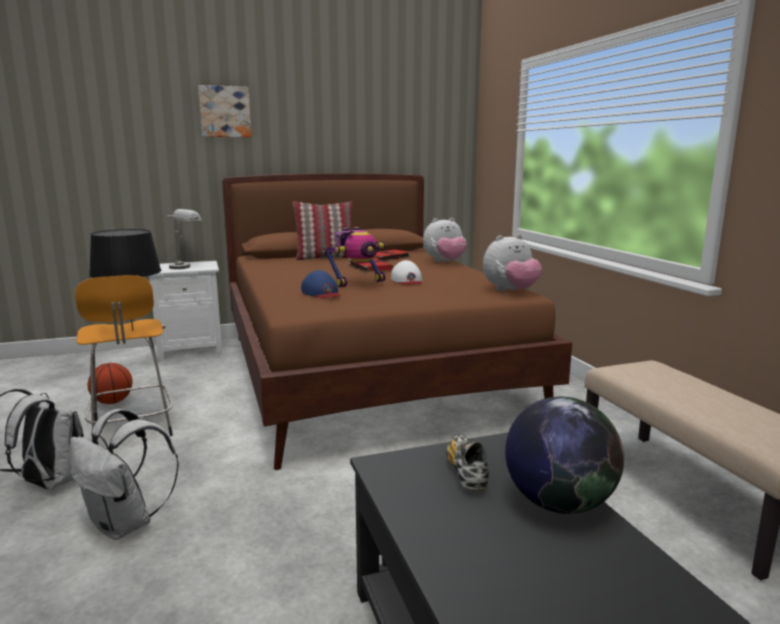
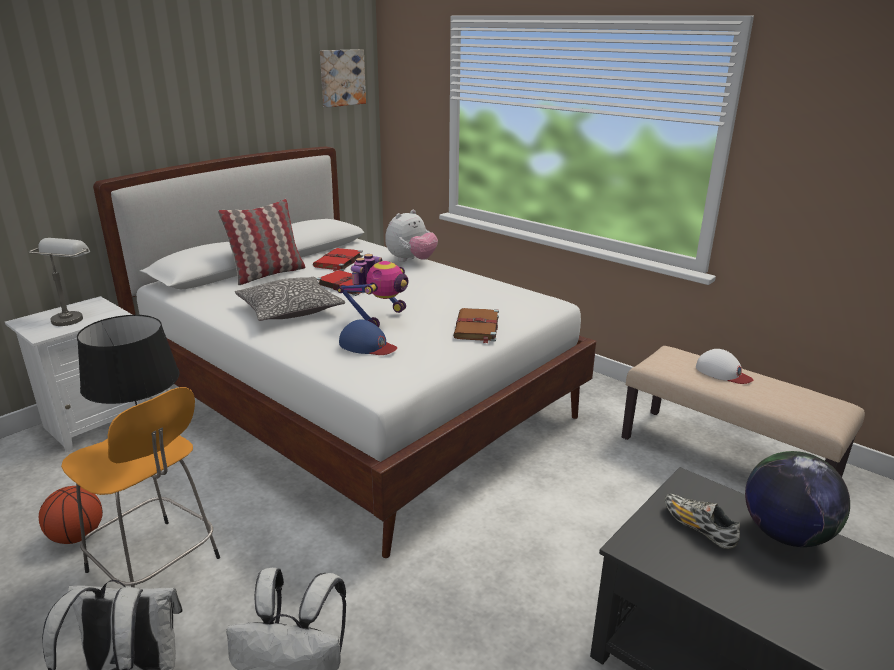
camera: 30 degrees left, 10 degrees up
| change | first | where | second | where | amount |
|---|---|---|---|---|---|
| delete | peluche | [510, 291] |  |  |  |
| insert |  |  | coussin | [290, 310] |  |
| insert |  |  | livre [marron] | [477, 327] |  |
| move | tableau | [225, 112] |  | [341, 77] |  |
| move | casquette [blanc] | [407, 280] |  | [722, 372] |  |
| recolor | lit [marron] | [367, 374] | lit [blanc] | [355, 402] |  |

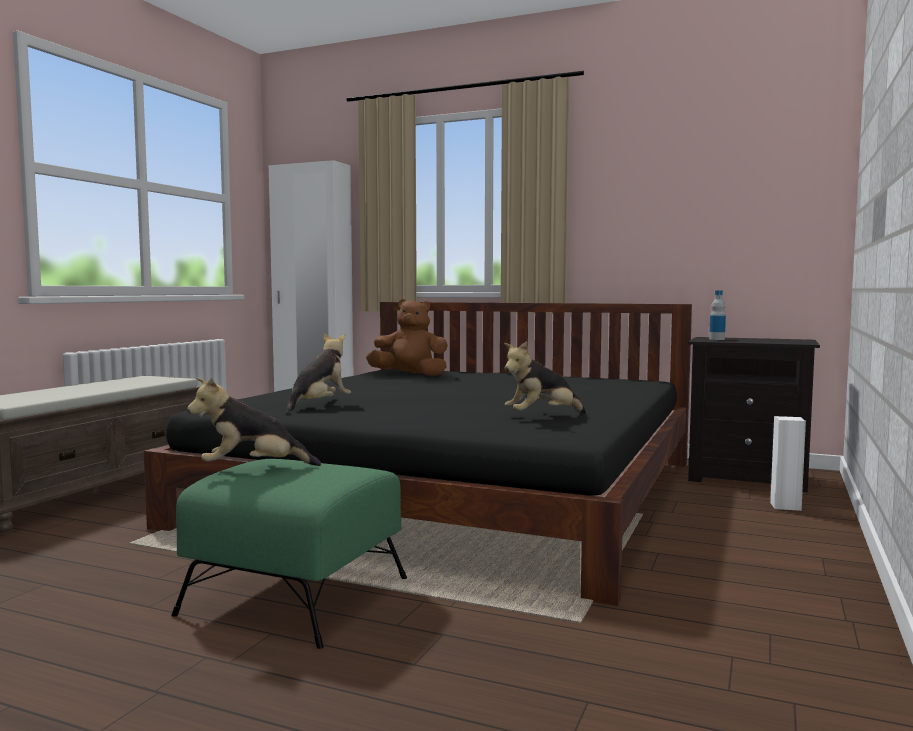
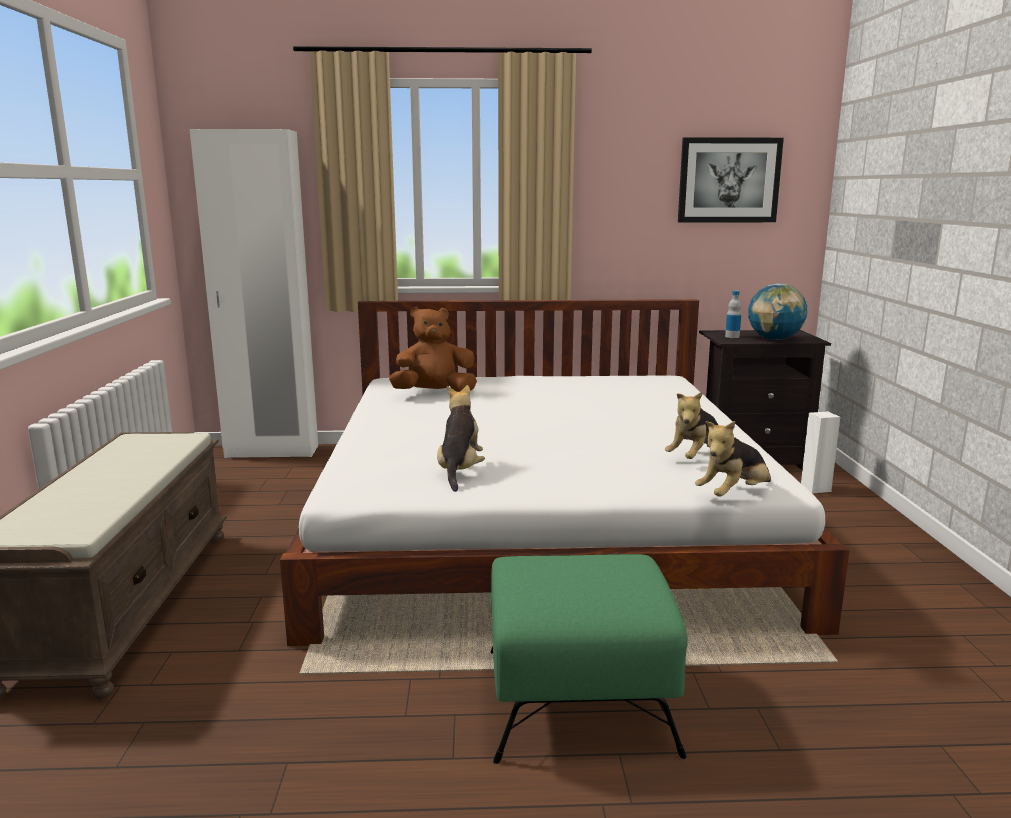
camera: 25 degrees left, 10 degrees up
| change | first | where | second | where | amount |
|---|---|---|---|---|---|
| insert |  |  | tableau | [729, 180] |  |
| insert |  |  | globe | [774, 339] |  |
| move | peluche | [253, 469] |  | [734, 494] |  |
| recolor | lit [noir] | [459, 491] | lit [blanc] | [541, 519] |  |

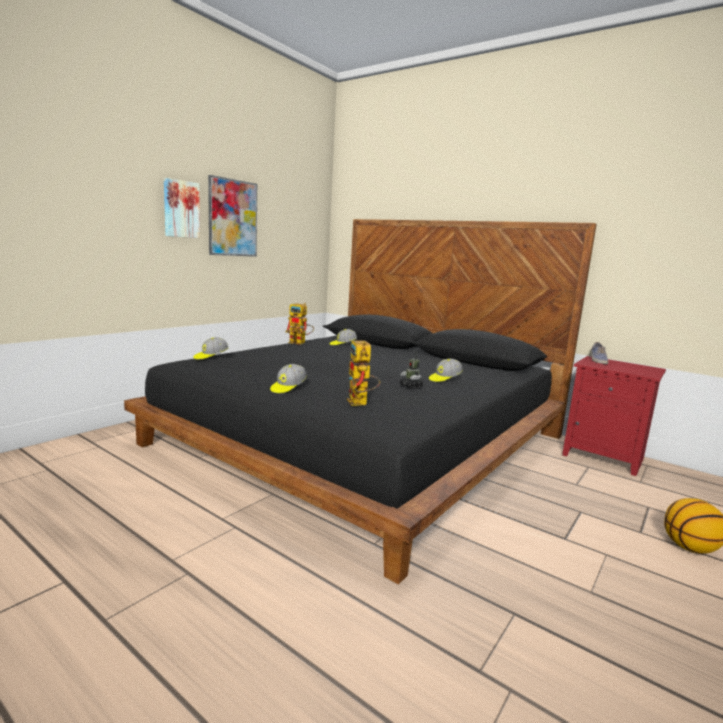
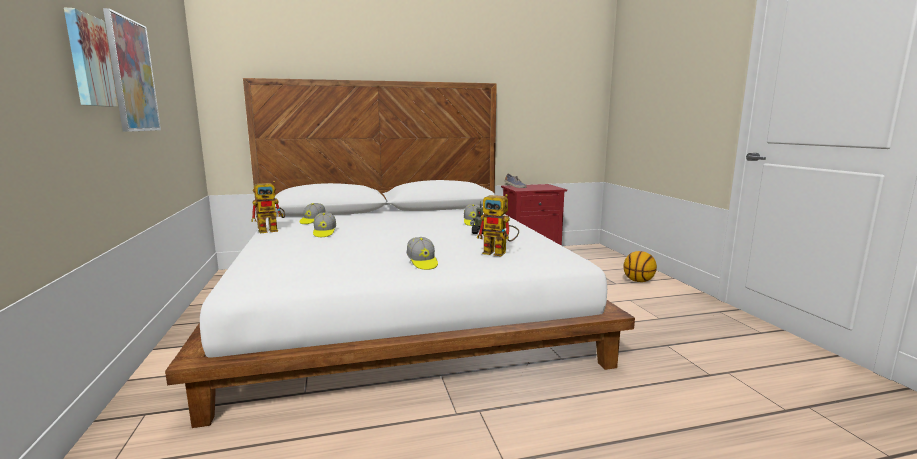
camera: 50 degrees left, 0 degrees up
| change | first | where | second | where | amount |
|---|---|---|---|---|---|
| move | casquette | [210, 356] |  | [324, 233] |  |
| recolor | lit [noir] | [363, 439] | lit [blanc] | [399, 305] |  |

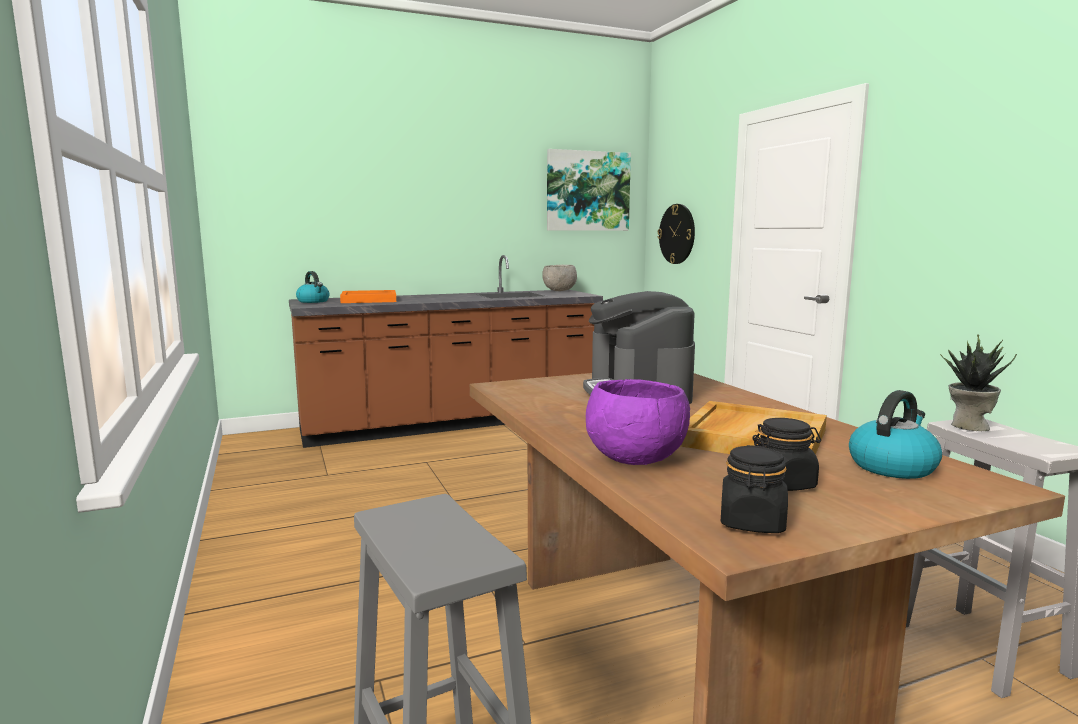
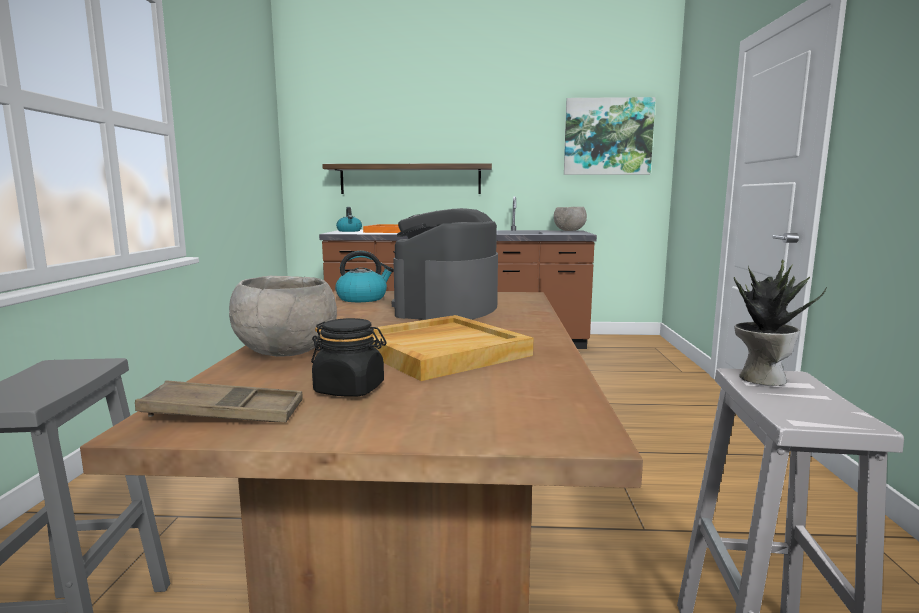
camera: 25 degrees right, 0 degrees up
| change | first | where | second | where | amount |
|---|---|---|---|---|---|
| delete | horloge murale | [677, 234] |  |  |  |
| insert |  |  | étagère | [410, 179] |  |
| move | bouilloire | [892, 466] |  | [363, 298] |  |
| replace | bocal [noir] | [752, 522] | plateau [marron] | [224, 413] |  |
| recolor | bol [violet] | [636, 460] | bol [gris] | [286, 353] |  |

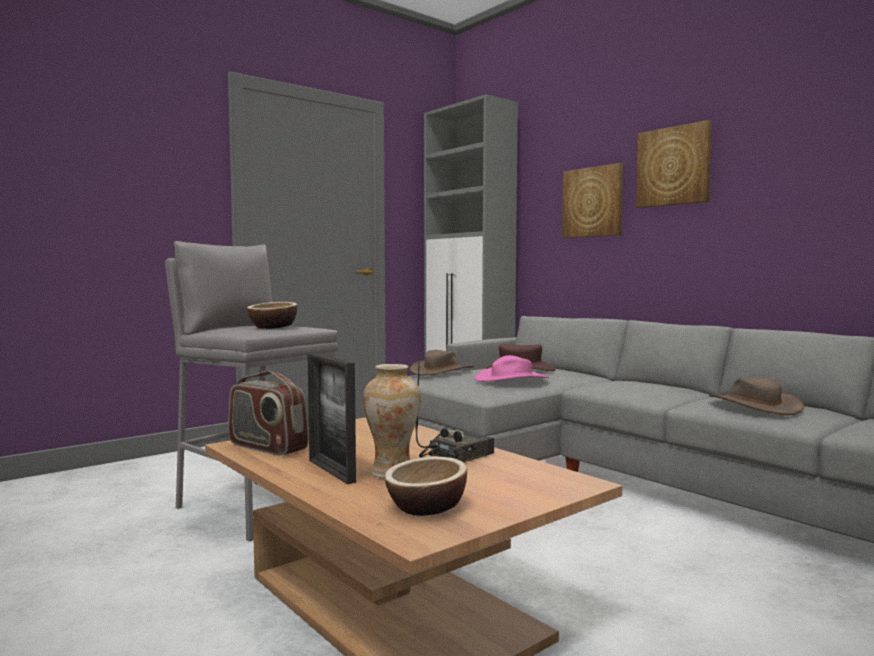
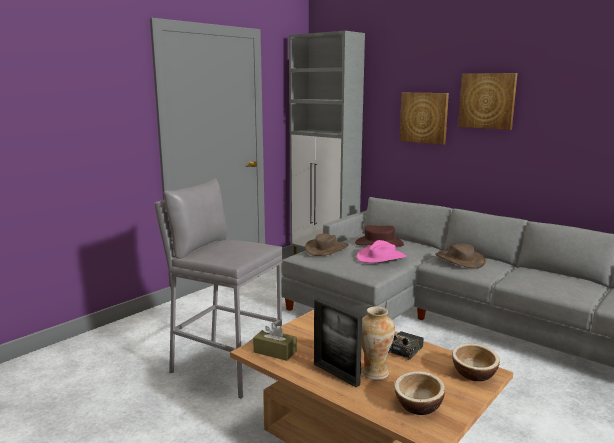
camera: 10 degrees left, 10 degrees up
| change | first | where | second | where | amount |
|---|---|---|---|---|---|
| move | bol | [273, 327] |  | [473, 373] |  |
| move | chapeau [marron] | [754, 405] |  | [459, 260] |  |
| replace | radio | [267, 447] | boîte à mouchoirs [marron] | [275, 352] |  |

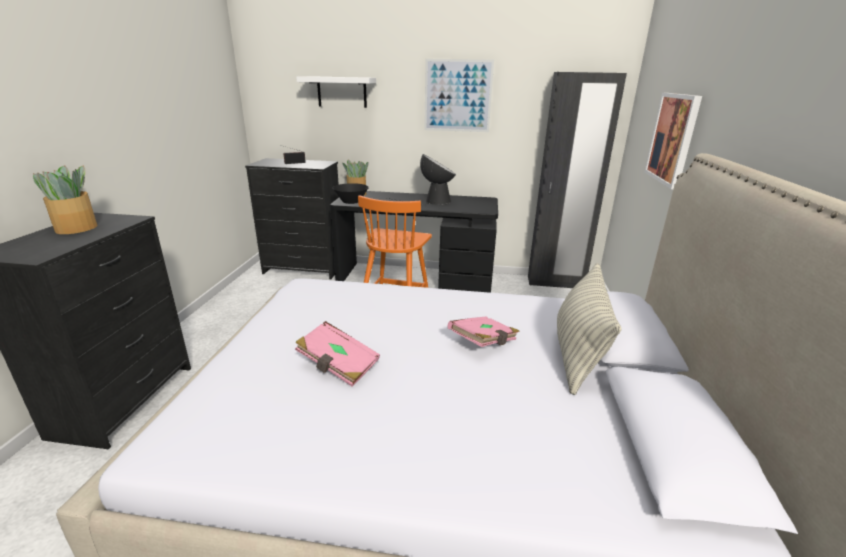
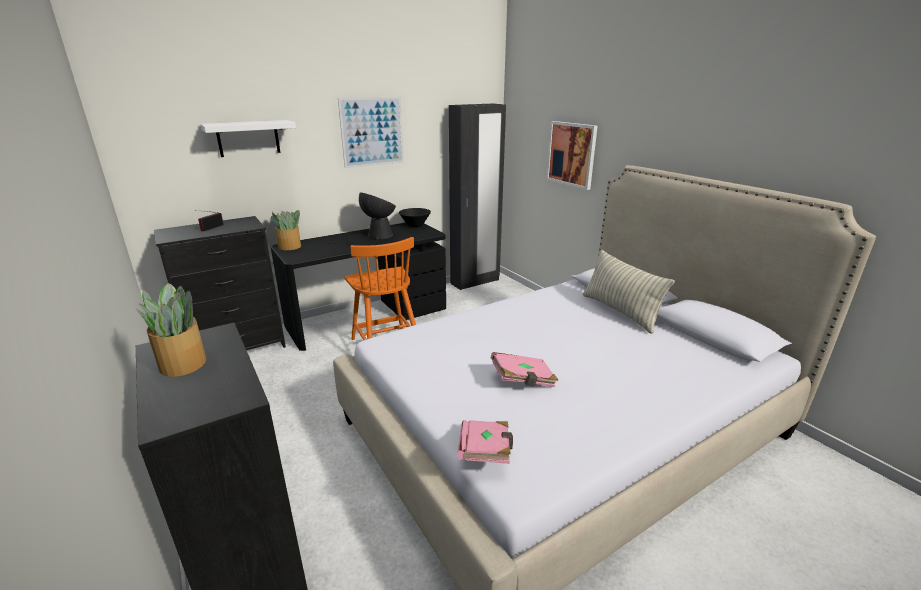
camera: 40 degrees left, 0 degrees up
| change | first | where | second | where | amount |
|---|---|---|---|---|---|
| move | bol [noir] | [351, 202] |  | [415, 225] |  |
| move | livre [rose] | [484, 343] |  | [485, 452] |  |

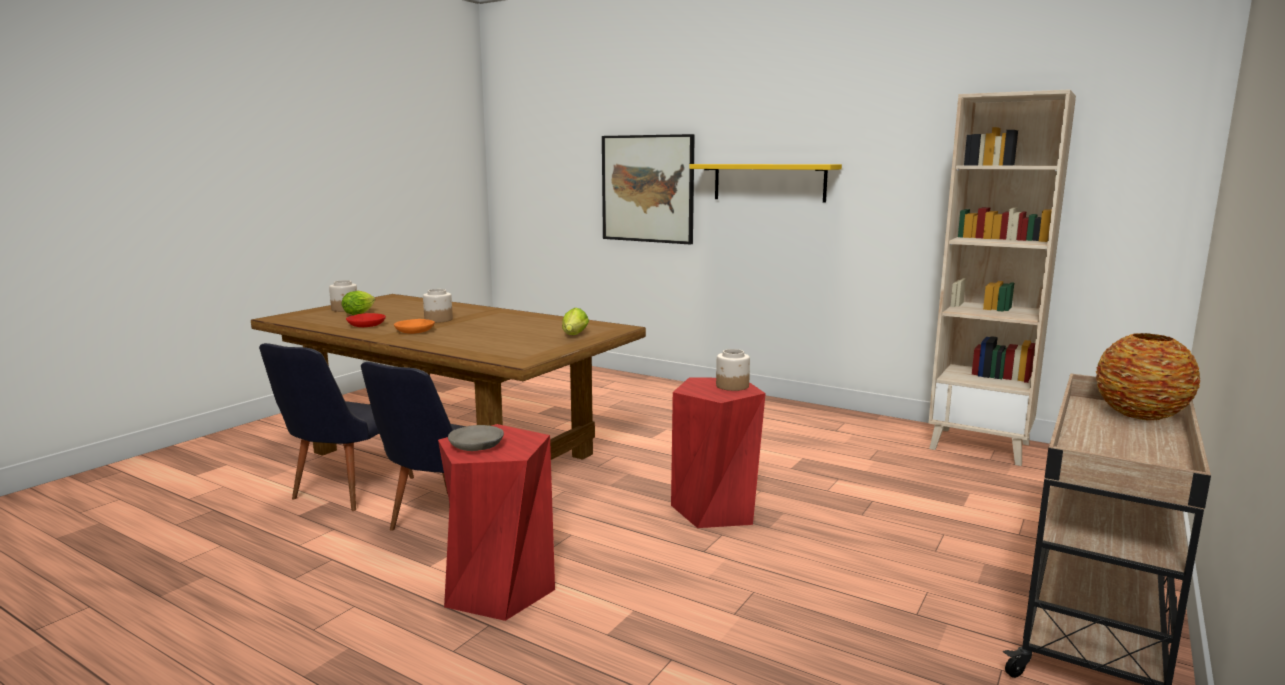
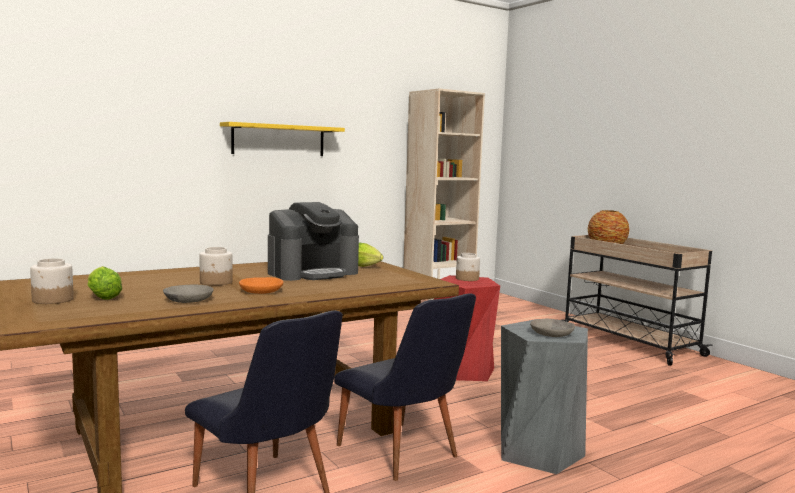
camera: 65 degrees left, 5 degrees down
| change | first | where | second | where | amount |
|---|---|---|---|---|---|
| delete | tableau | [647, 189] |  |  |  |
| insert |  |  | machine à café | [313, 272] |  |
| recolor | bol [rouge] | [366, 325] | bol [gris] | [188, 300] |  |
| recolor | tabouret [rouge] | [499, 589] | tabouret [gris] | [538, 451] |  |

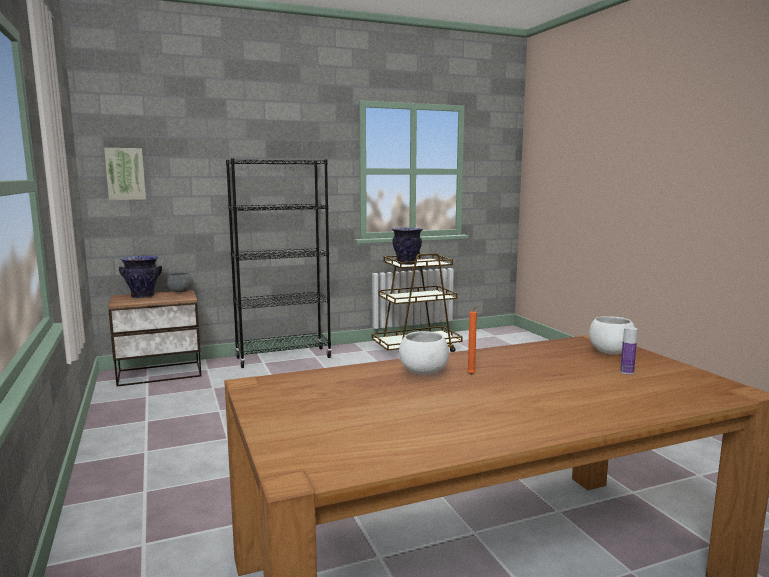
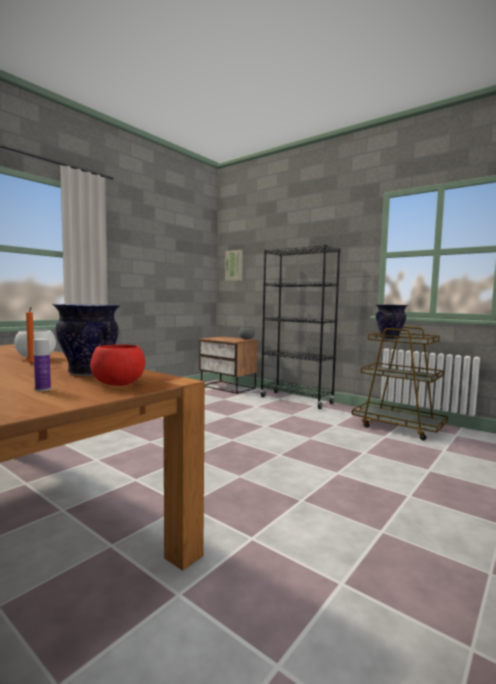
camera: 60 degrees right, 5 degrees down
| change | first | where | second | where | amount |
|---|---|---|---|---|---|
| move | vase | [143, 296] |  | [89, 373] |  |
| recolor | bol [blanc] | [611, 352] | bol [rouge] | [119, 385] |  |

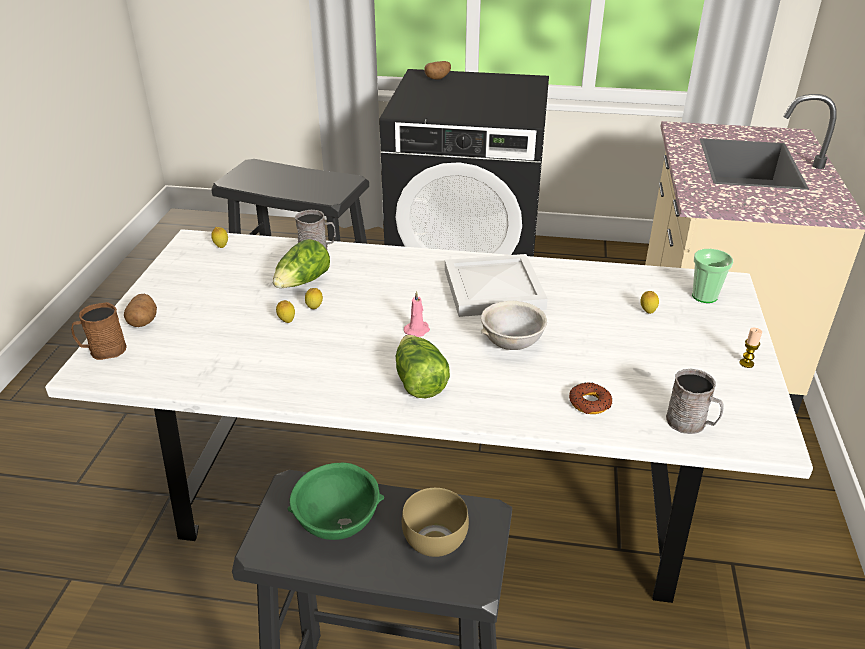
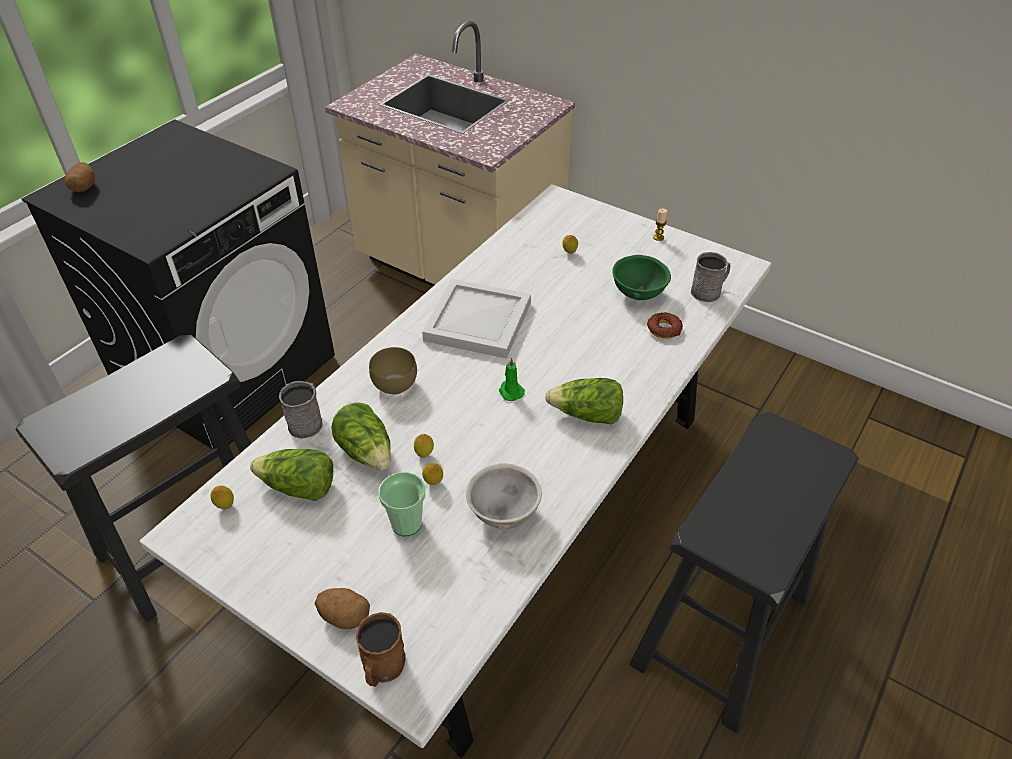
camera: 65 degrees left, 10 degrees up
| change | first | where | second | where | amount |
|---|---|---|---|---|---|
| insert |  |  | laitue | [299, 487] |  |
| move | bol [vert] | [338, 525] |  | [639, 294] |  |
| move | bol [marron] | [436, 540] |  | [394, 384] |  |
| move | bol [gris] | [511, 343] |  | [502, 514] |  |
| move | tasse | [704, 296] |  | [406, 523] |  |
| recolor | bougie [rose] | [417, 330] | bougie [vert] | [510, 391] |  |

